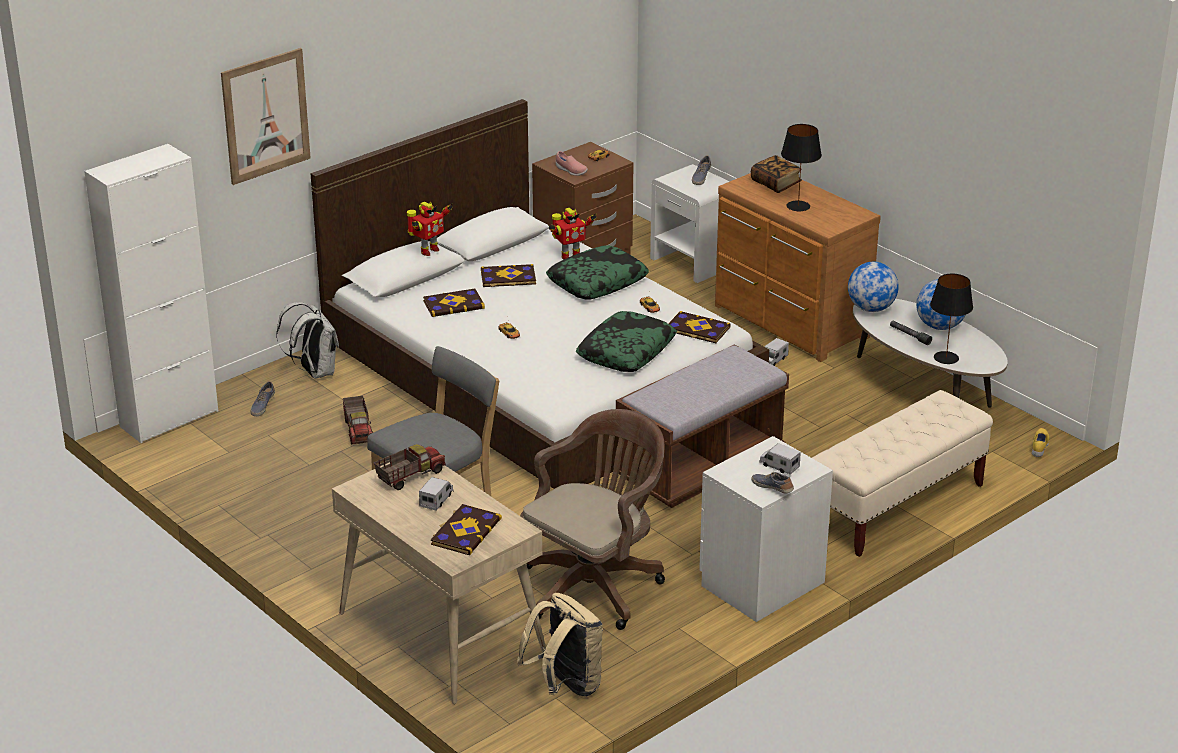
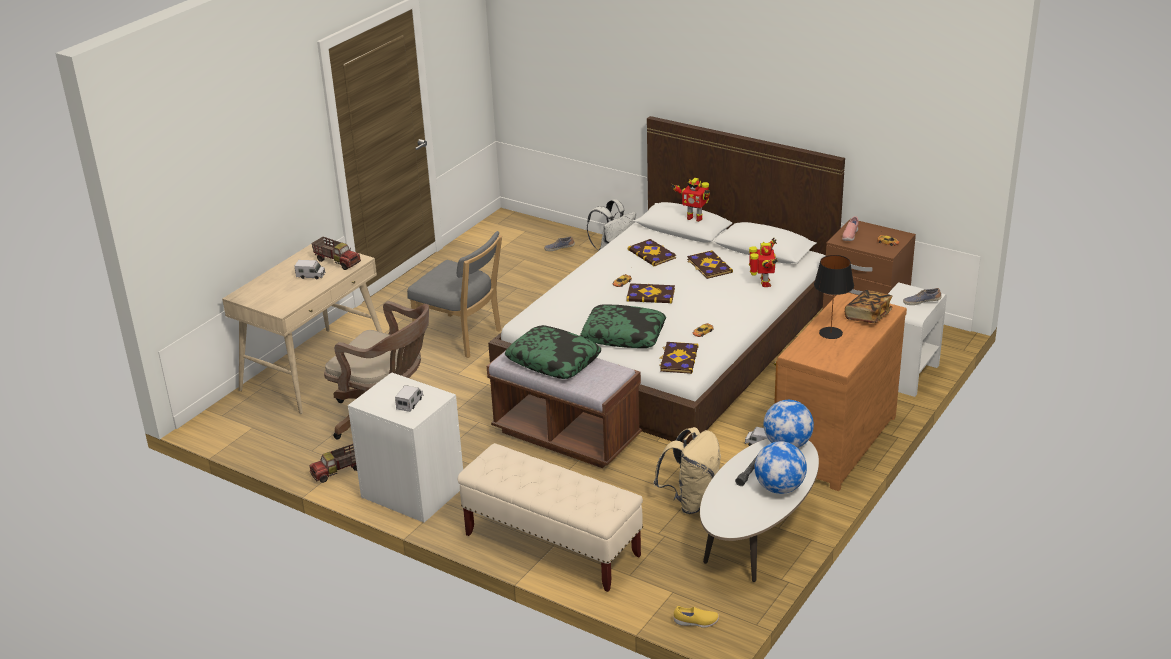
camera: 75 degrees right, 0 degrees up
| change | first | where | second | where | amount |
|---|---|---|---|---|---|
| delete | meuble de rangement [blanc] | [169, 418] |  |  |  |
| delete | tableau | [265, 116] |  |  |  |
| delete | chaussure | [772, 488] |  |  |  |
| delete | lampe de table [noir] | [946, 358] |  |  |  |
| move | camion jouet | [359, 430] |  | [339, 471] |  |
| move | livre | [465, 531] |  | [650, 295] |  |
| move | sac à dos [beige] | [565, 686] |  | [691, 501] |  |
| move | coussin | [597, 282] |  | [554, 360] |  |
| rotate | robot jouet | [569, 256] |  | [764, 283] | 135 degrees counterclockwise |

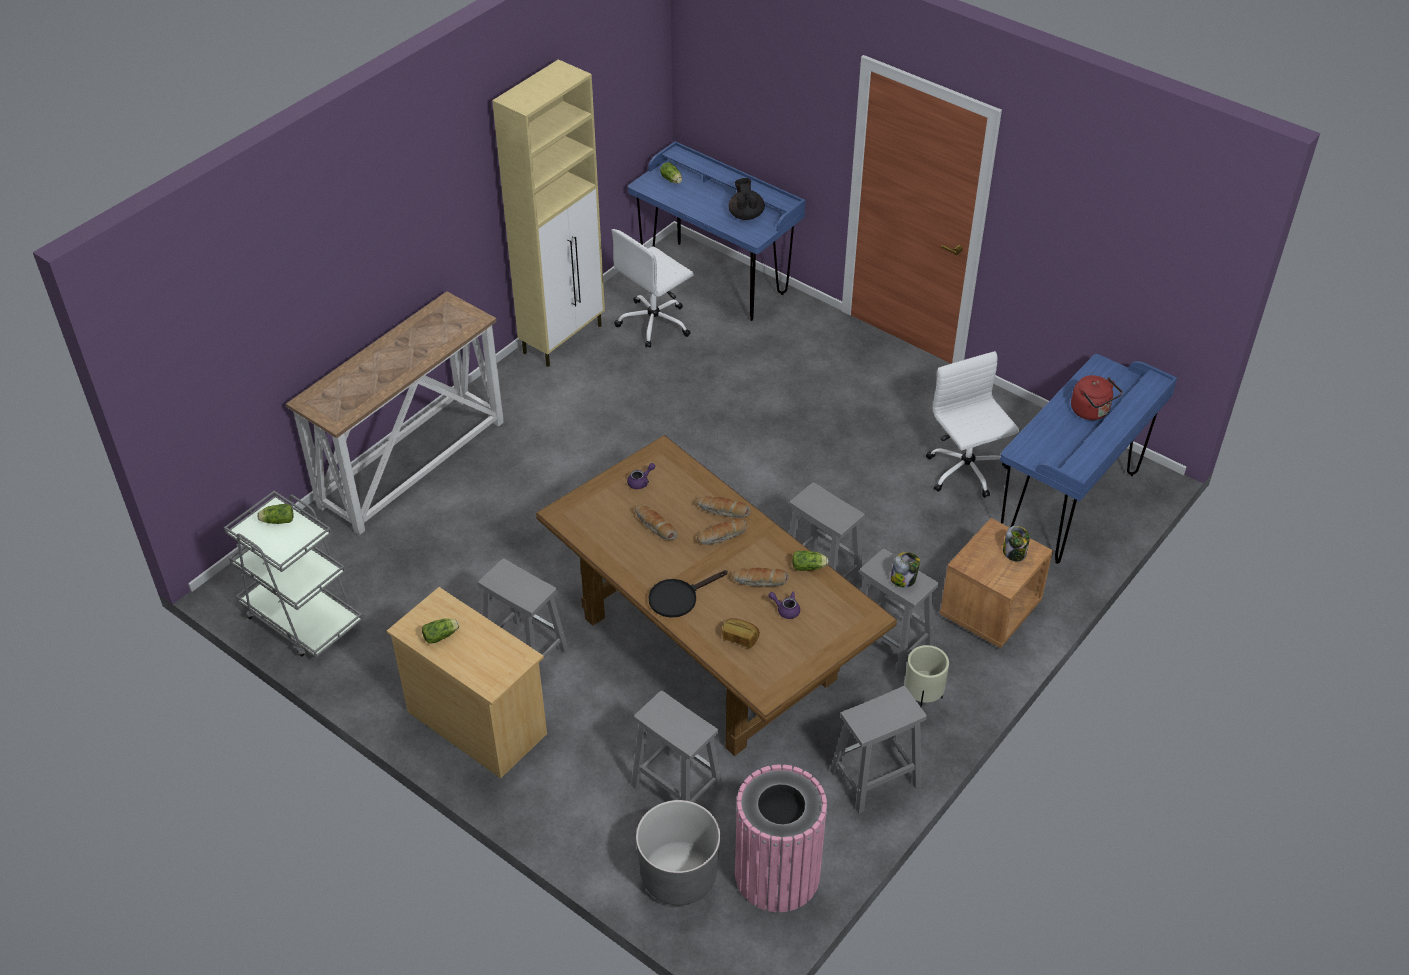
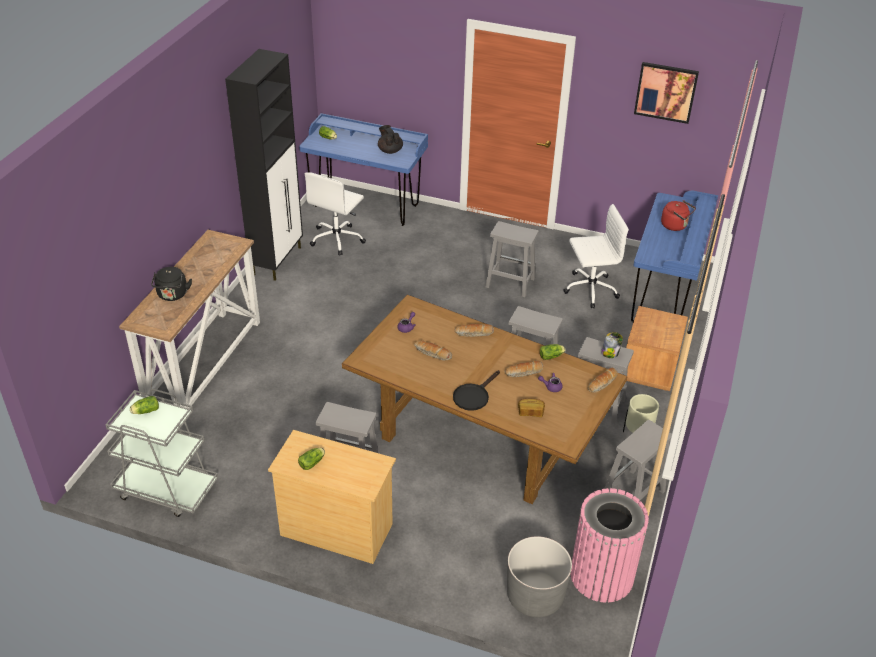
camera: 20 degrees left, 5 degrees down
| change | first | where | second | where | amount |
|---|---|---|---|---|---|
| delete | bocal | [1014, 553] |  |  |  |
| insert |  |  | bouilloire [noir] | [172, 295] |  |
| insert |  |  | tableau | [666, 92] |  |
| move | tabouret [gris] | [675, 786] |  | [509, 283] |  |
| move | pain | [722, 536] |  | [602, 384] |  |
| recolor | meuble de rangement [beige] | [563, 338] | meuble de rangement [noir] | [278, 260] |  |
| rotate | chaise de bureau [blanc] | [966, 472] |  | [589, 289] | 120 degrees clockwise |

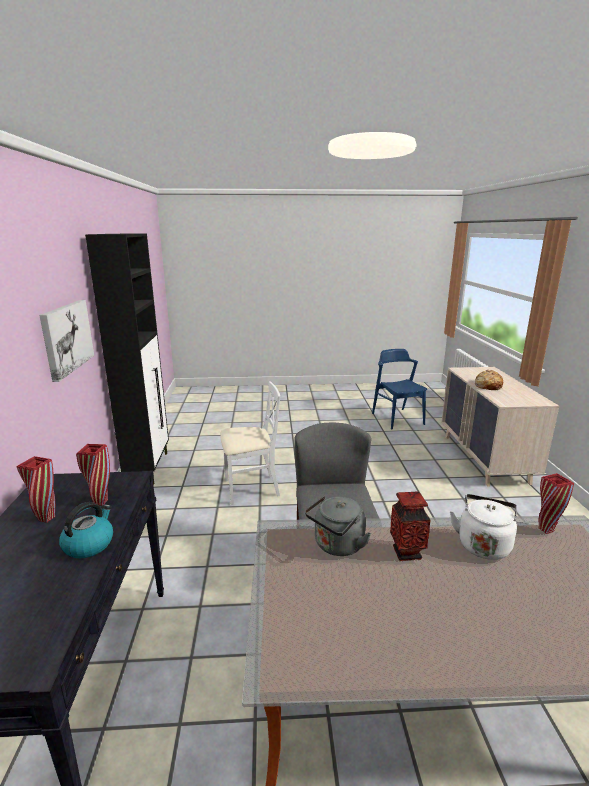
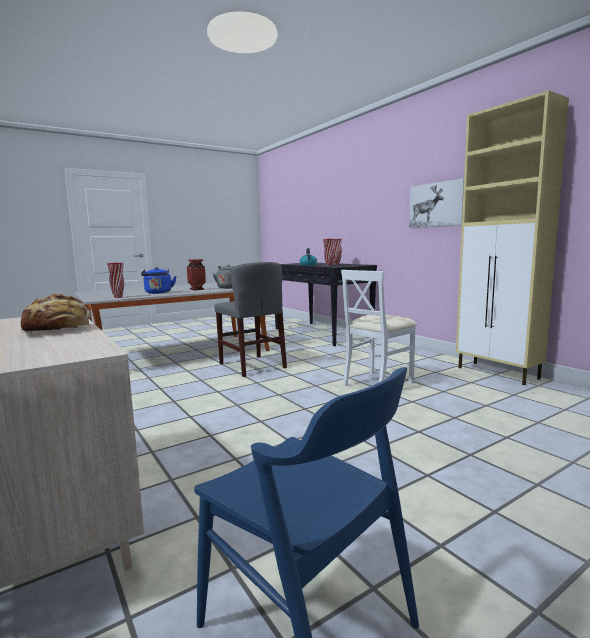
camera: 150 degrees right, 10 degrees down
| change | first | where | second | where | amount |
|---|---|---|---|---|---|
| recolor | meuble de rangement [noir] | [148, 467] | meuble de rangement [beige] | [498, 373] |  |
| recolor | bouilloire [blanc] | [483, 544] | bouilloire [bleu] | [158, 293] |  |

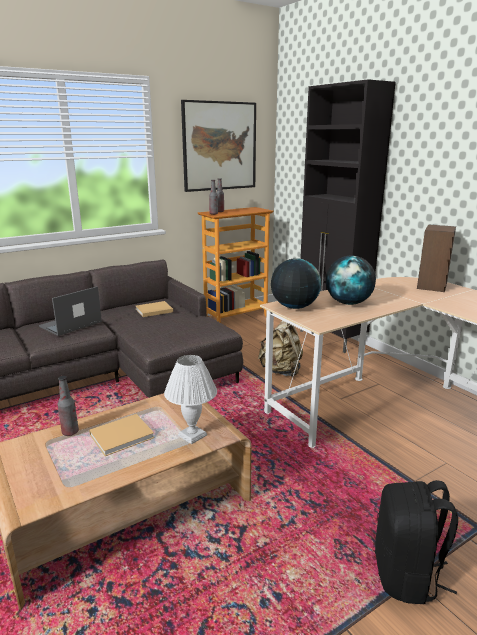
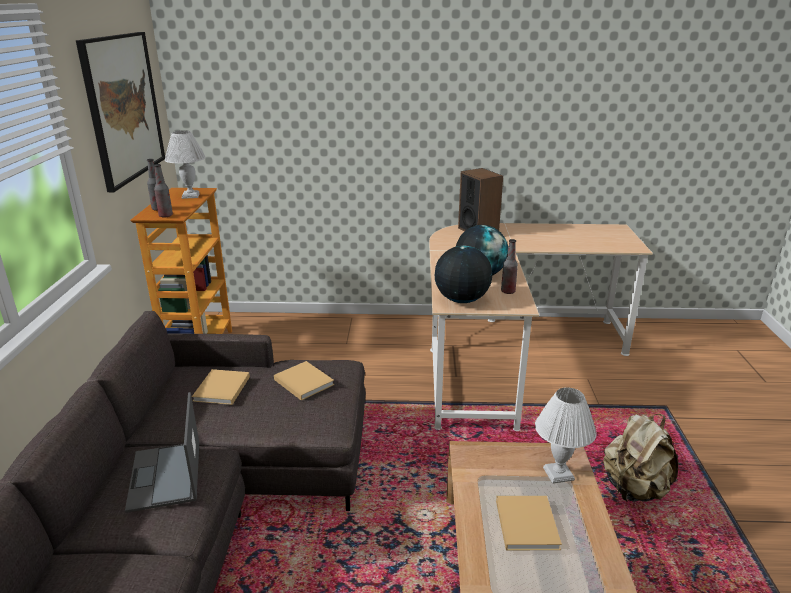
camera: 55 degrees left, 5 degrees up
| change | first | where | second | where | amount |
|---|---|---|---|---|---|
| delete | meuble de rangement [noir] | [331, 339] |  |  |  |
| delete | sac à dos [noir] | [406, 575] |  |  |  |
| insert |  |  | lampe de table [blanc] | [191, 195] |  |
| insert |  |  | livre [beige] | [303, 381] |  |
| move | bouteille | [70, 432] |  | [508, 291] |  |
| move | sac à dos [beige] | [281, 371] |  | [634, 489] |  |

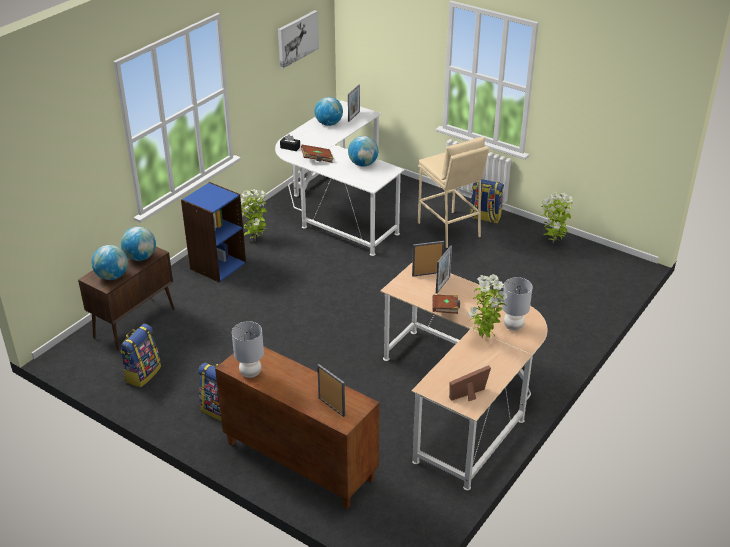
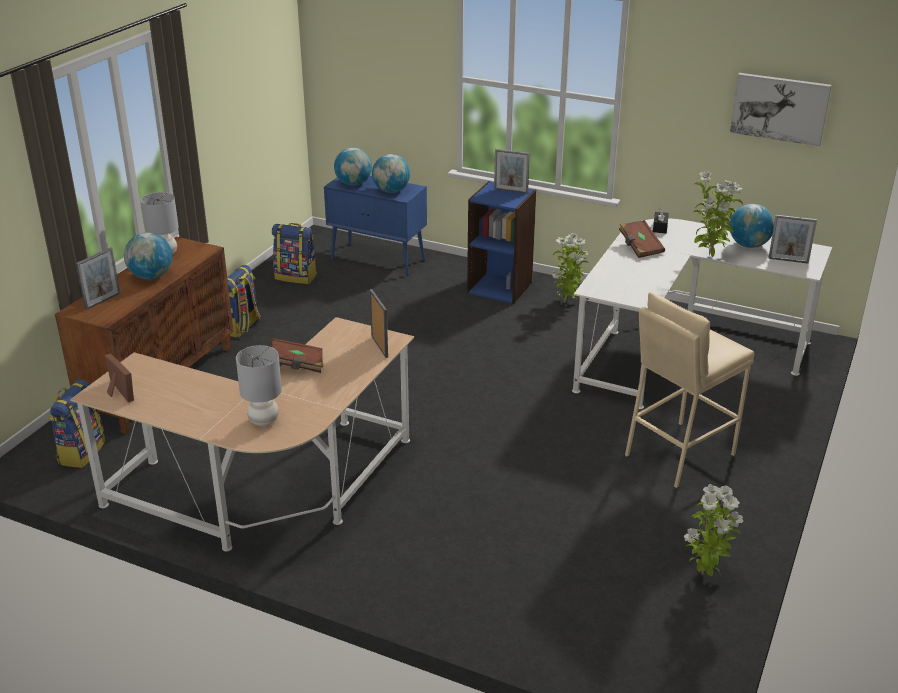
camera: 80 degrees right, 5 degrees down
| change | first | where | second | where | amount |
|---|---|---|---|---|---|
| move | globe | [363, 164] |  | [151, 276] |  |
| move | cadre photo | [443, 285] |  | [510, 191] |  |
| move | plante en pot | [483, 338] |  | [709, 256] |  |
| move | sac à dos | [484, 218] |  | [81, 452] |  |
| recolor | meuble de rangement [marron] | [135, 323] | meuble de rangement [bleu] | [378, 259] |  |

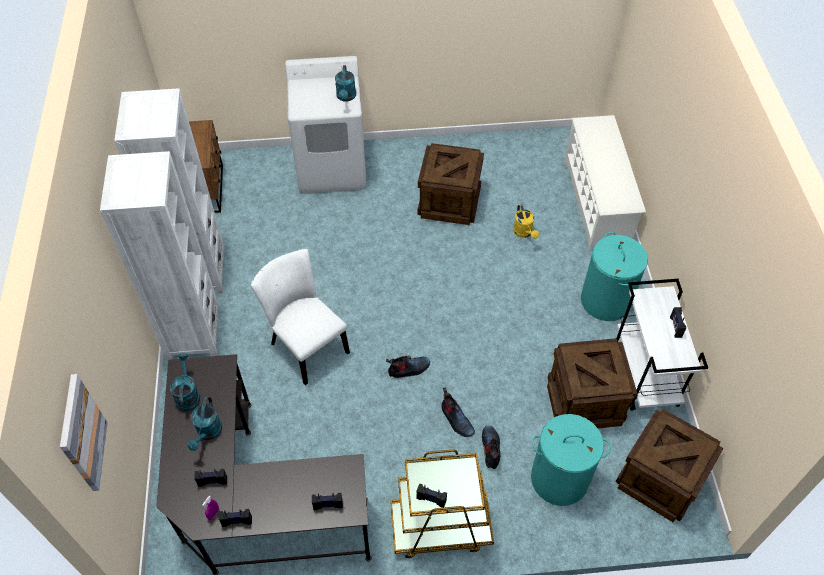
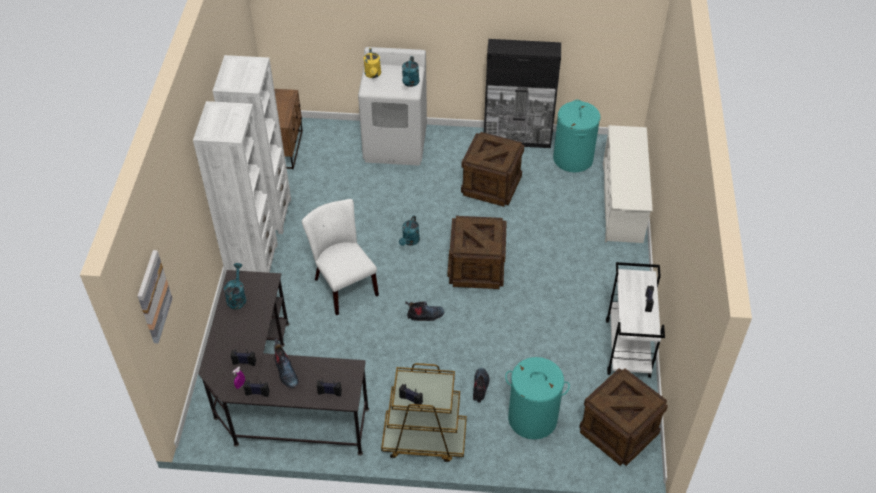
camera: 10 degrees right, 5 degrees down
| change | first | where | second | where | amount |
|---|---|---|---|---|---|
| insert |  |  | meuble de rangement [noir] | [517, 139] |  |
| move | arrosoir [turquoise] | [208, 433] |  | [410, 241] |  |
| move | botte | [456, 420] |  | [285, 371] |  |
| move | arrosoir [jaune] | [524, 233] |  | [373, 74] |  |
| move | caisse | [584, 400] |  | [476, 268] |  |
| move | panier à linge [turquoise] | [606, 301] |  | [573, 158] |  |

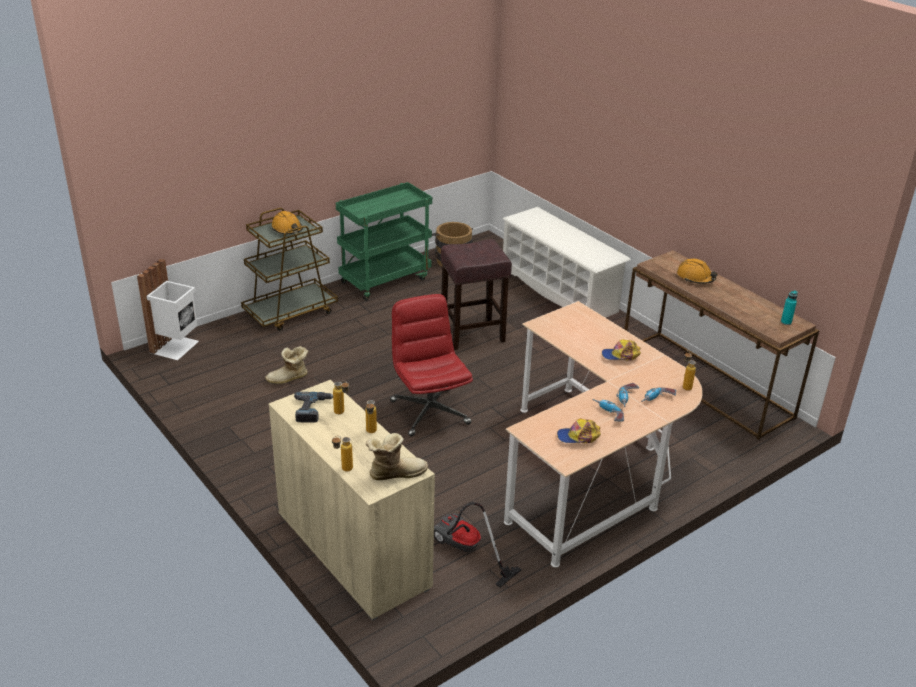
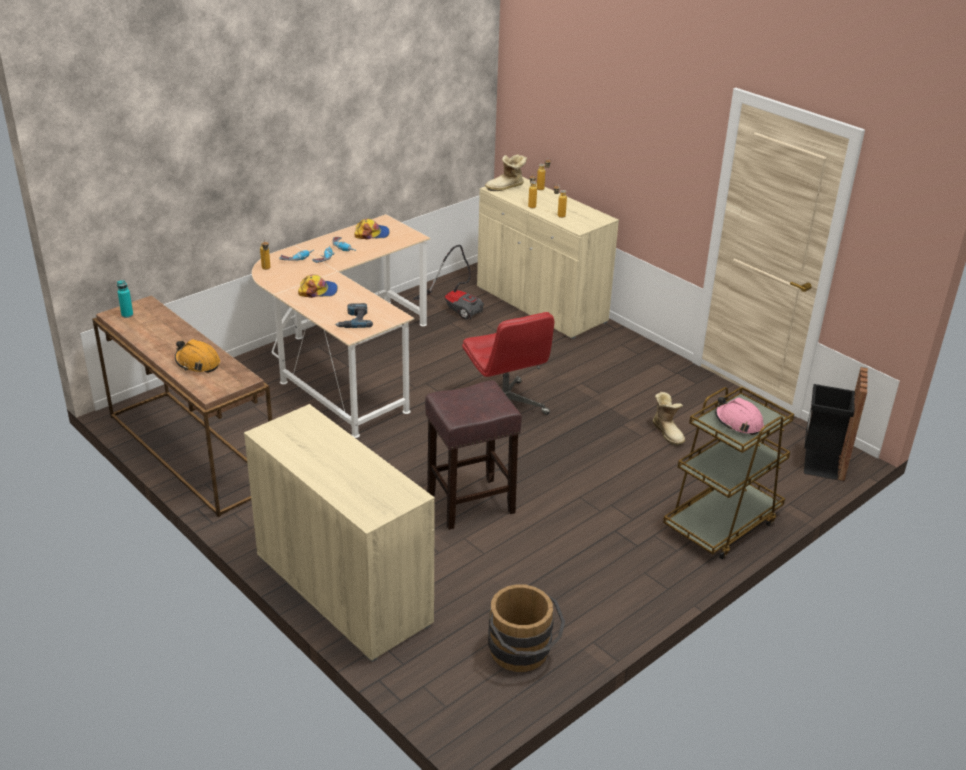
camera: 175 degrees right, 0 degrees up
| change | first | where | second | where | amount |
|---|---|---|---|---|---|
| delete | chariot [vert] | [385, 280] |  |  |  |
| move | perceuse | [313, 409] |  | [354, 321] |  |
| replace | étagère à chaussures [blanc] | [559, 292] | meuble de rangement [beige] | [343, 589] |  |
| recolor | poubelle [blanc] | [176, 347] | poubelle [noir] | [822, 464] |  |
| recolor | casque de chantier [orange] | [287, 229] | casque de chantier [rose] | [738, 422] |  |
| rotate | botte | [289, 379] |  | [668, 432] | 90 degrees clockwise |

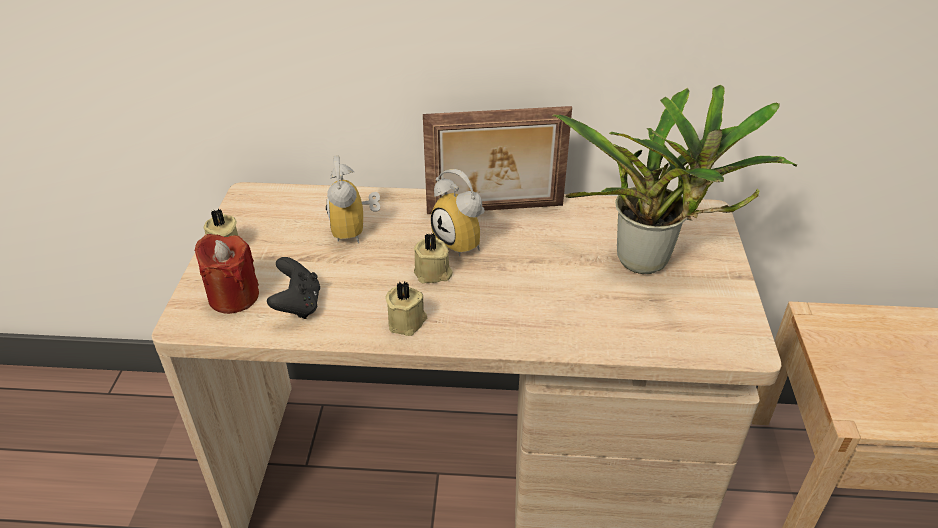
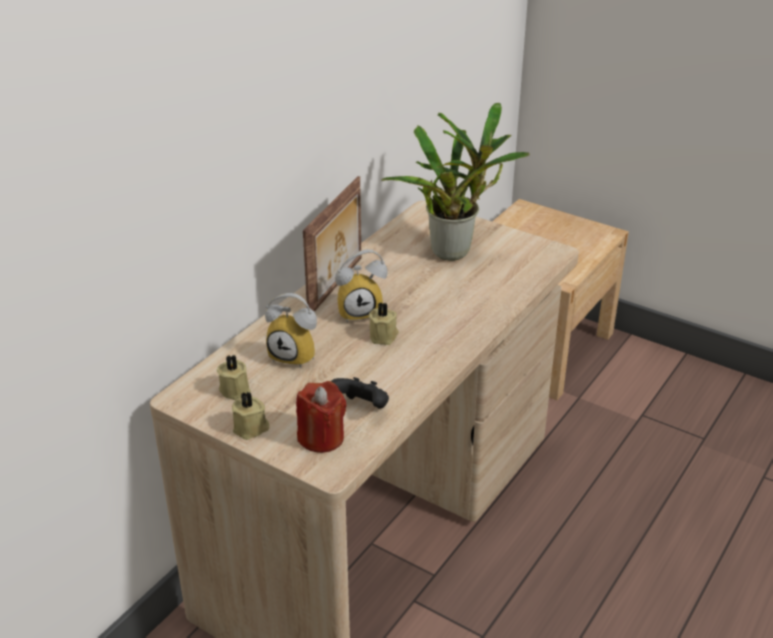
camera: 60 degrees left, 5 degrees down
| change | first | where | second | where | amount |
|---|---|---|---|---|---|
| move | bougie [beige] | [407, 322] |  | [235, 389] |  |

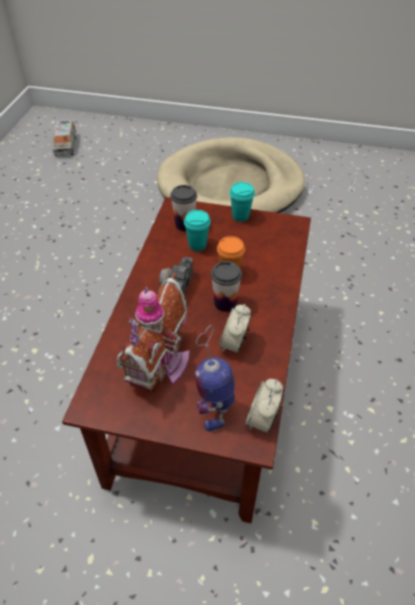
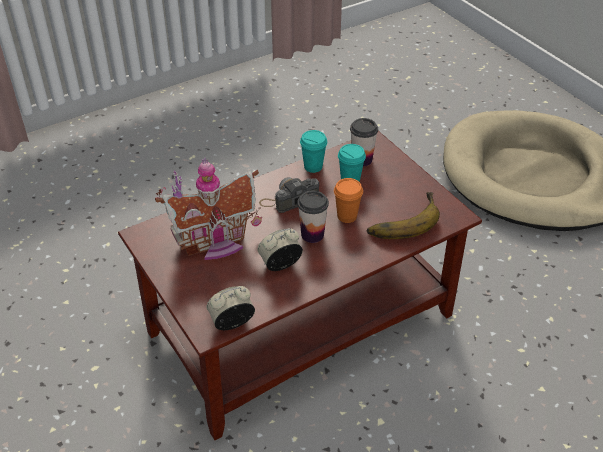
camera: 45 degrees right, 5 degrees down
| change | first | where | second | where | amount |
|---|---|---|---|---|---|
| delete | camion jouet | [66, 145] |  |  |  |
| delete | robot jouet | [214, 408] |  |  |  |
| insert |  |  | banane | [401, 220] |  |
| move | tasse [turquoise] | [240, 216] |  | [313, 167] |  |

